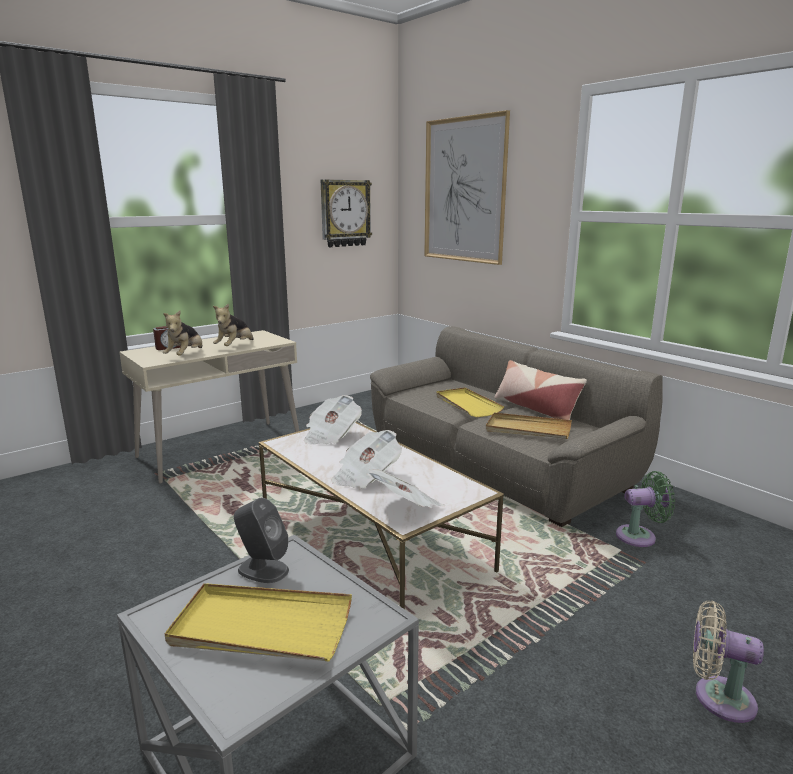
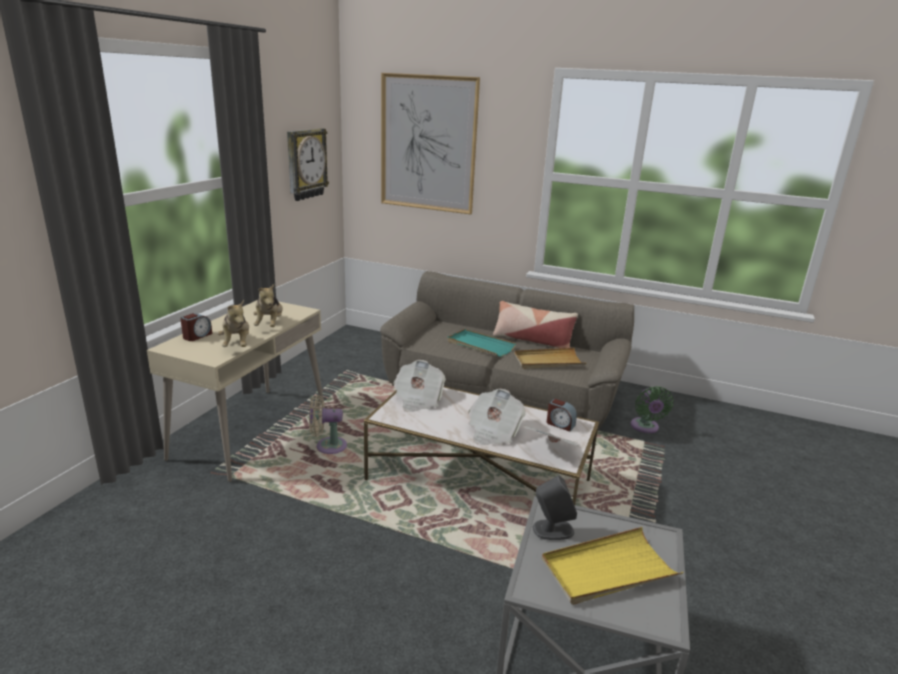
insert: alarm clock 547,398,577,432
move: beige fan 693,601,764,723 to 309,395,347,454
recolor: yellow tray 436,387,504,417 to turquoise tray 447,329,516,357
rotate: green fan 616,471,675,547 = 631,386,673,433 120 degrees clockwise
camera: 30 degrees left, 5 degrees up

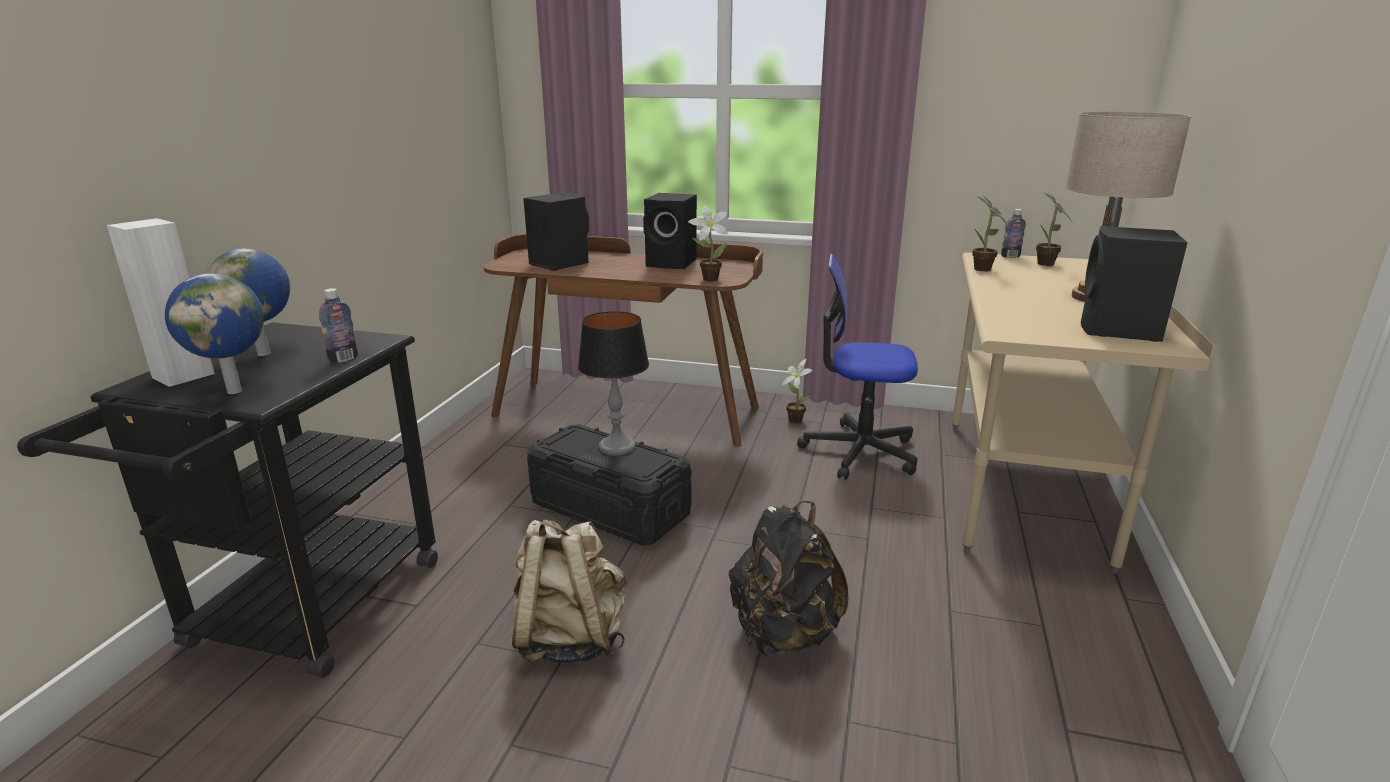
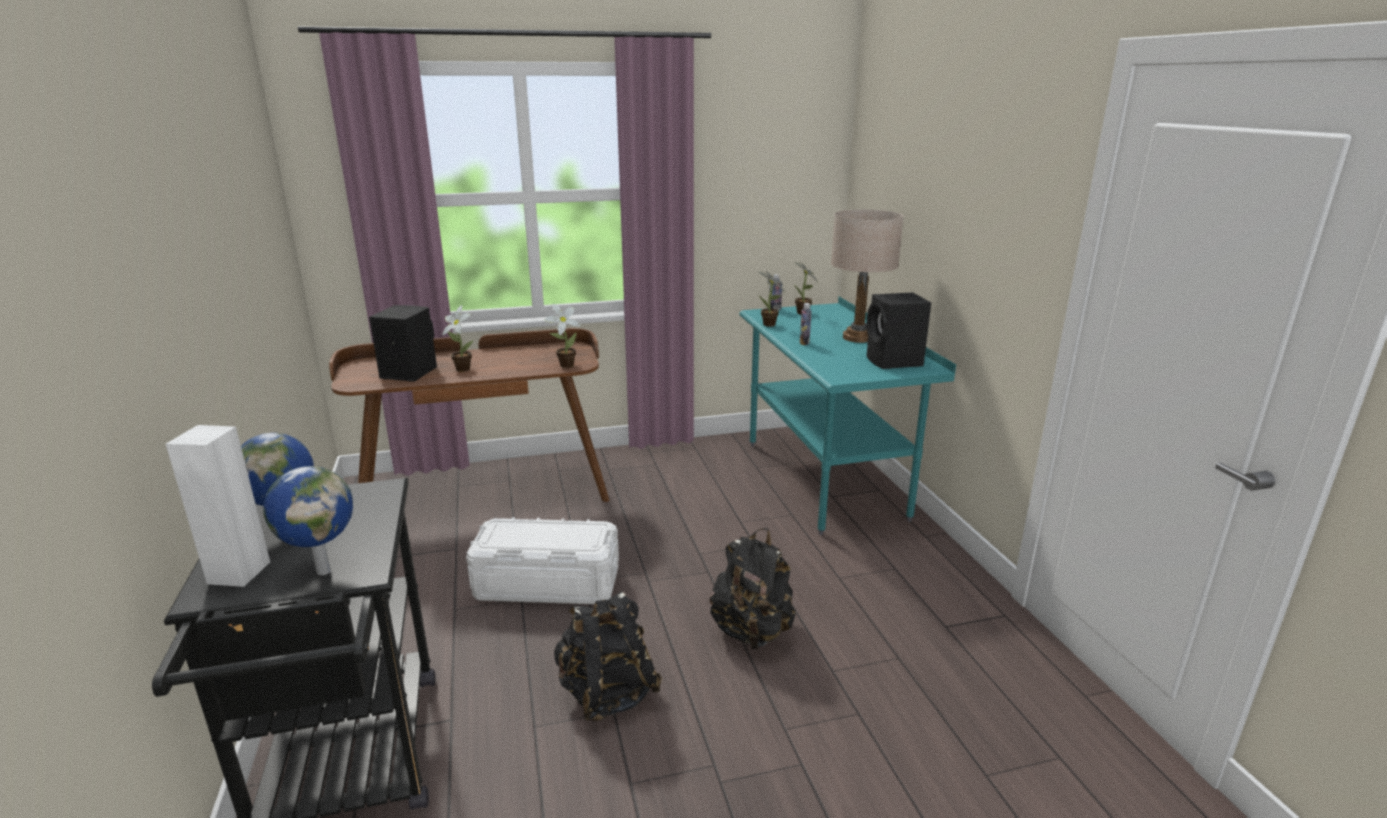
delete: black speaker 643,193,697,269; office chair 797,254,918,480; table lamp 578,311,649,456
move: bottle 319,288,358,363 to 800,303,811,345; potted plant 782,359,813,424 to 442,305,474,372
recolor: beige desk 952,252,1214,574 to turquoise desk 739,297,956,535; black storage box 527,424,691,546 to white storage box 466,517,619,604; beige backpack 512,519,626,664 to black backpack 554,592,662,721
camera: 30 degrees left, 0 degrees up

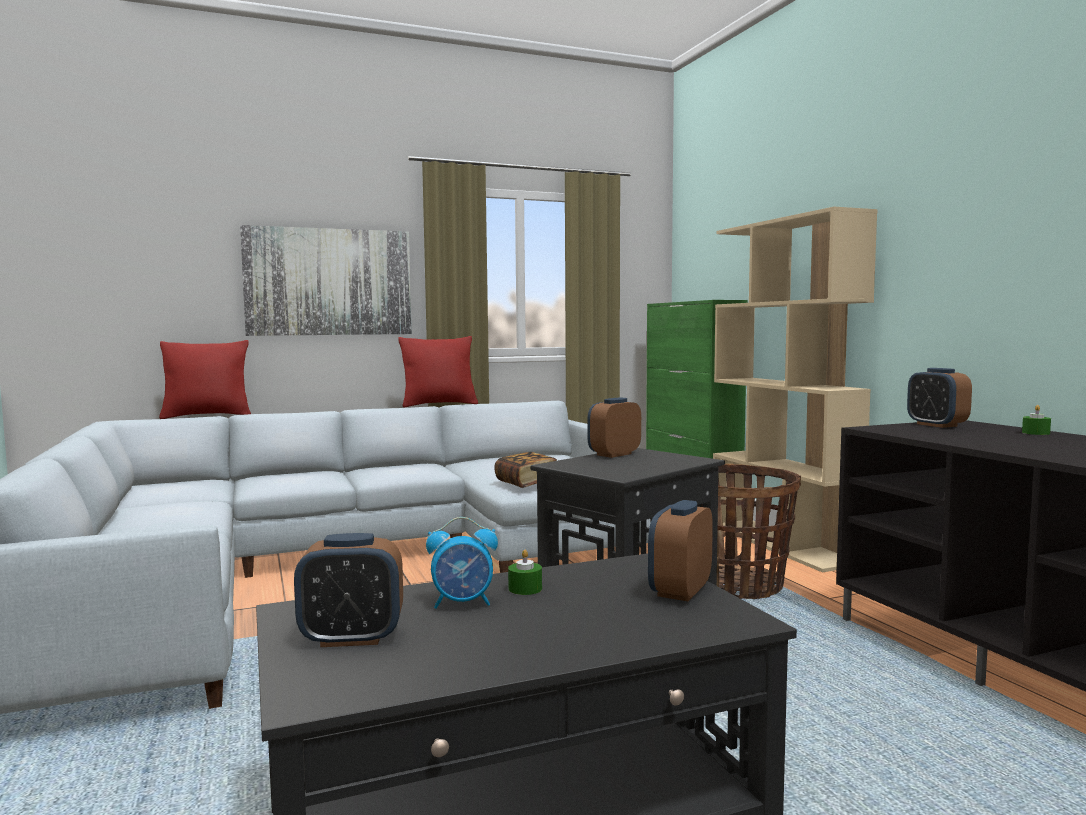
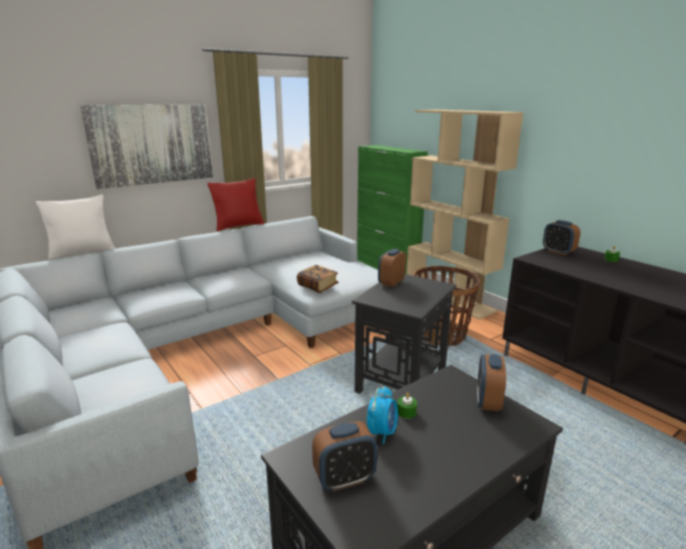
recolor: red pillow 159,340,251,419 to white pillow 36,195,115,260
rotate: alarm clock 426,517,498,609 = 367,386,398,444 45 degrees counterclockwise
camera: 15 degrees left, 15 degrees up

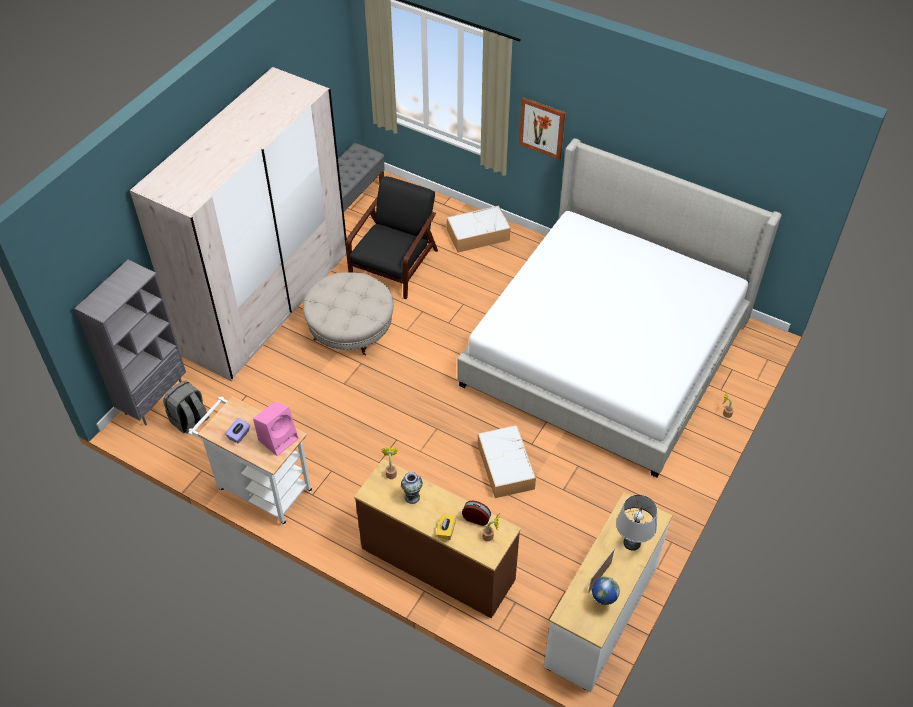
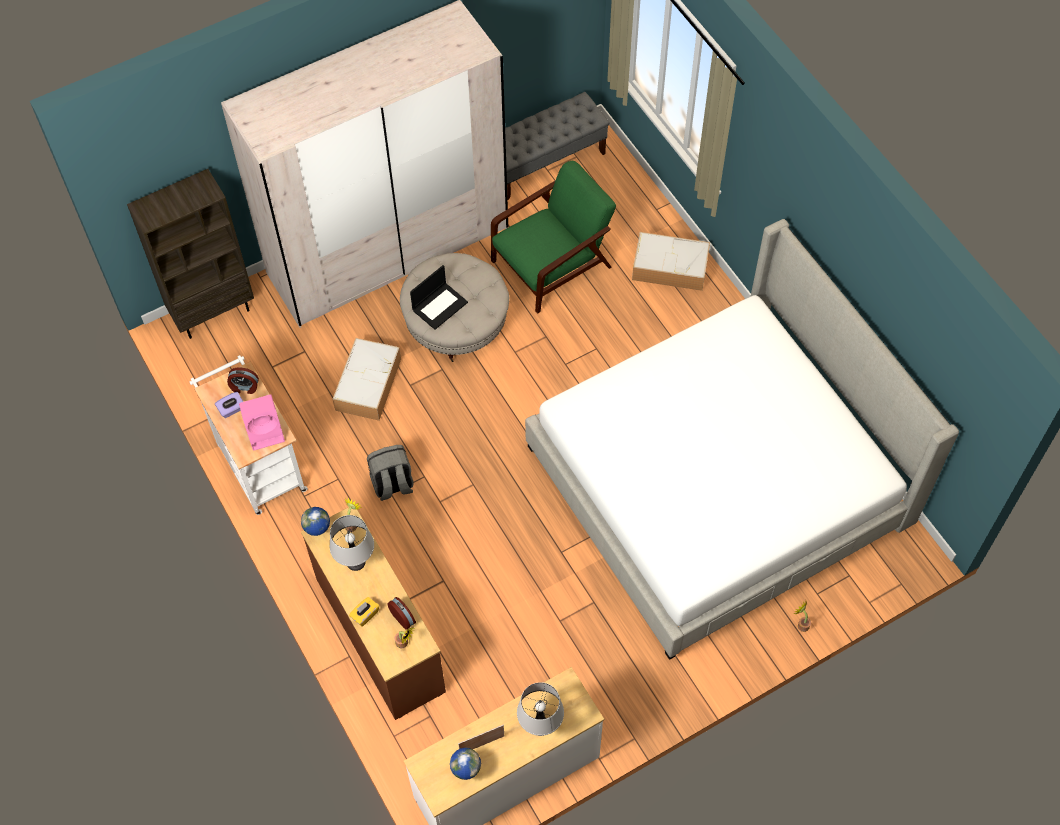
delete: picture 519,97,566,160
insert: laptop 410,265,468,330; alarm clock 227,367,259,394; globe 301,507,330,536
move: grey backpack 163,380,210,434 to 367,445,414,501; storage box 478,425,536,498 to 333,338,401,421
replace: vase 401,472,423,504 to grey table lamp 330,515,374,571
recolor: black armchair 345,176,438,299 to green armchair 491,161,616,314; grey bookcase 74,260,186,426 to brown bookcase 127,169,254,339
camera: 30 degrees right, 10 degrees up

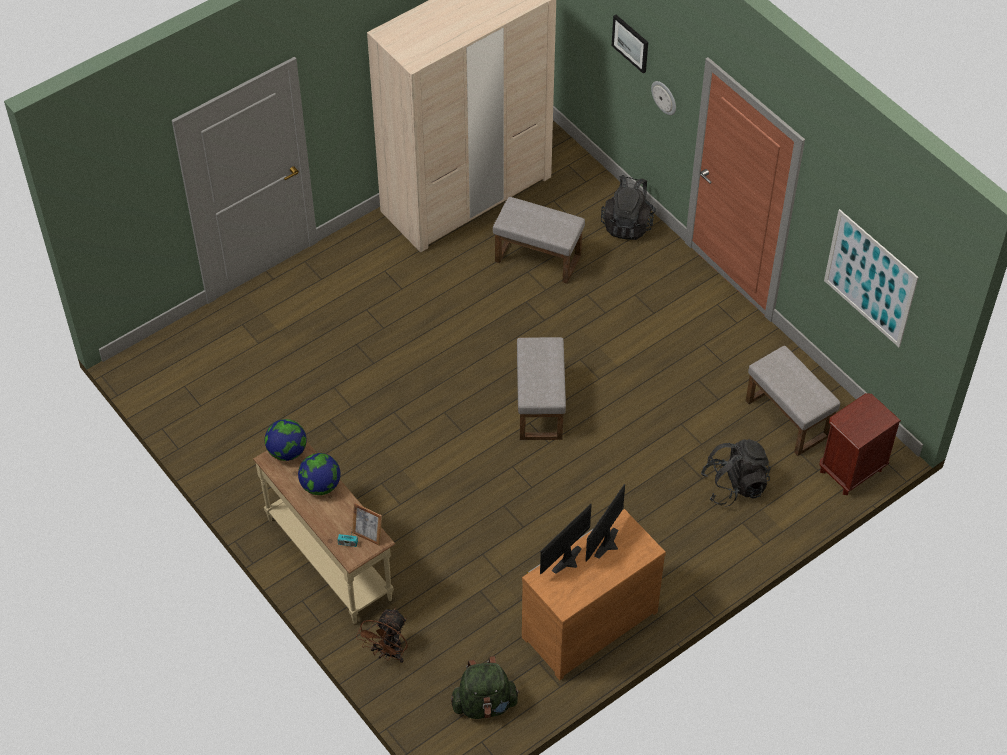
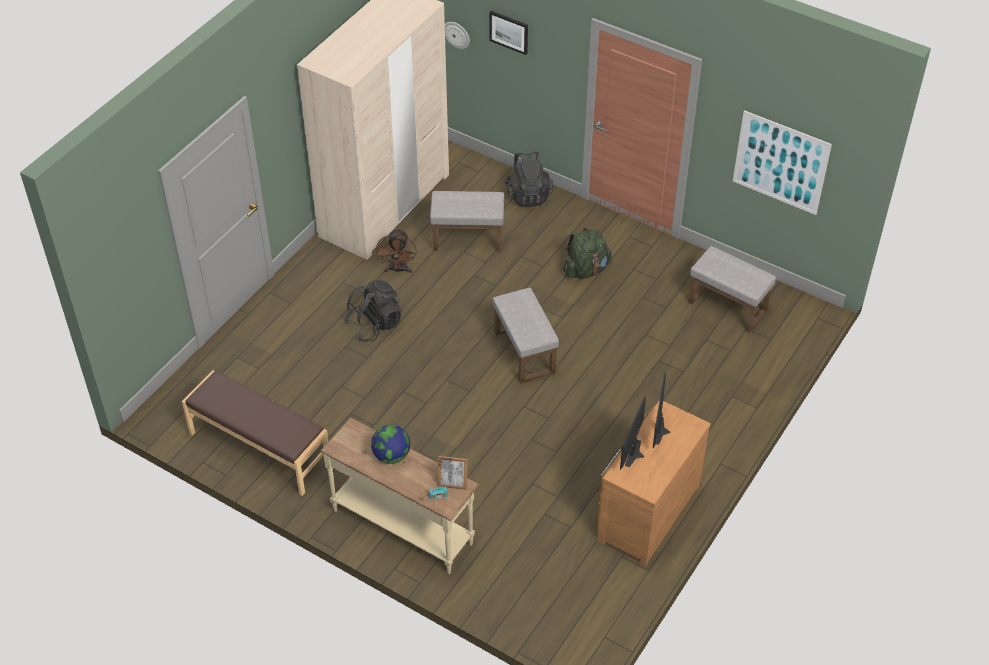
delete: brown nightstand 819,393,901,495; globe 265,419,307,461
insert: brown bench 182,370,329,496
move: wall clock 651,81,676,115 to 445,22,470,49; black backpack 701,439,771,507 to 345,279,402,341; brown fan 356,608,408,663 to 376,228,417,273; green backpack 451,656,520,719 to 563,227,611,279
camera: 20 degrees left, 5 degrees down

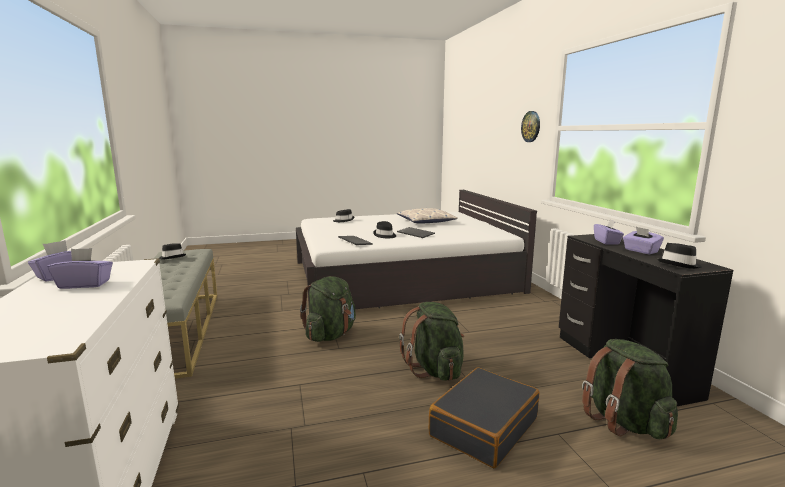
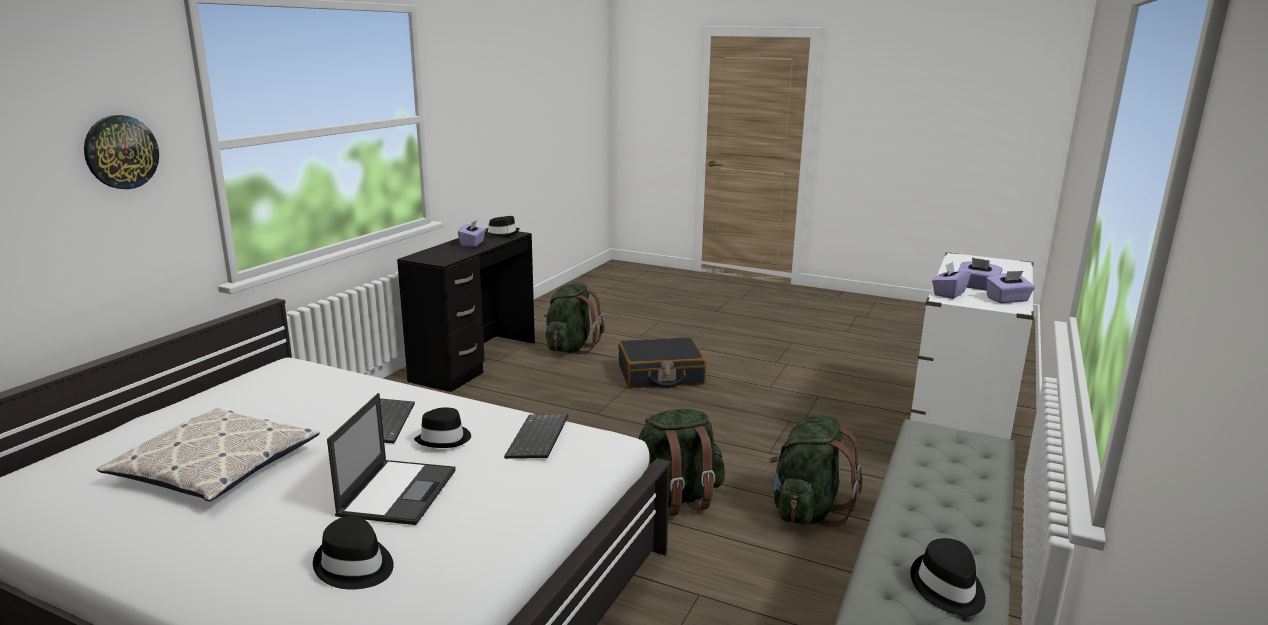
insert: laptop 327,393,456,525
move: purple tissue box 594,219,624,244 to 932,262,971,299; green backpack 399,302,464,381 to 769,415,862,527
camera: 140 degrees left, 5 degrees up

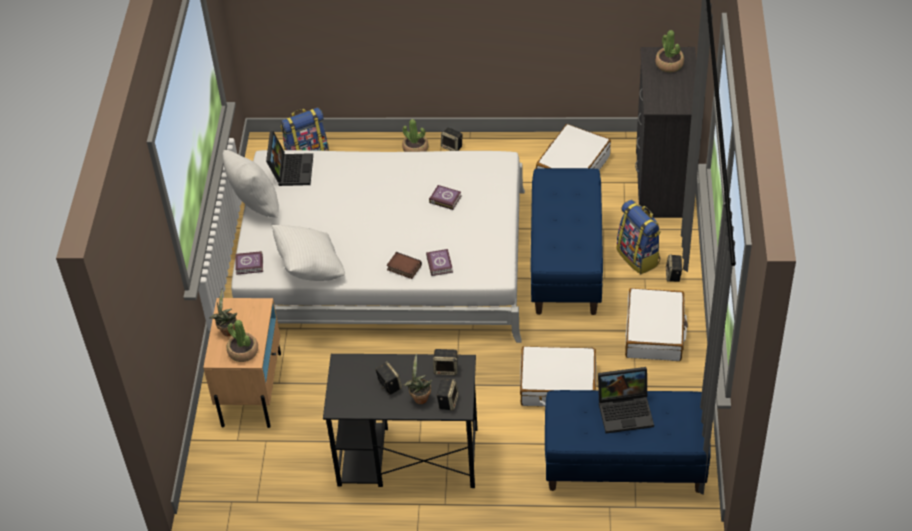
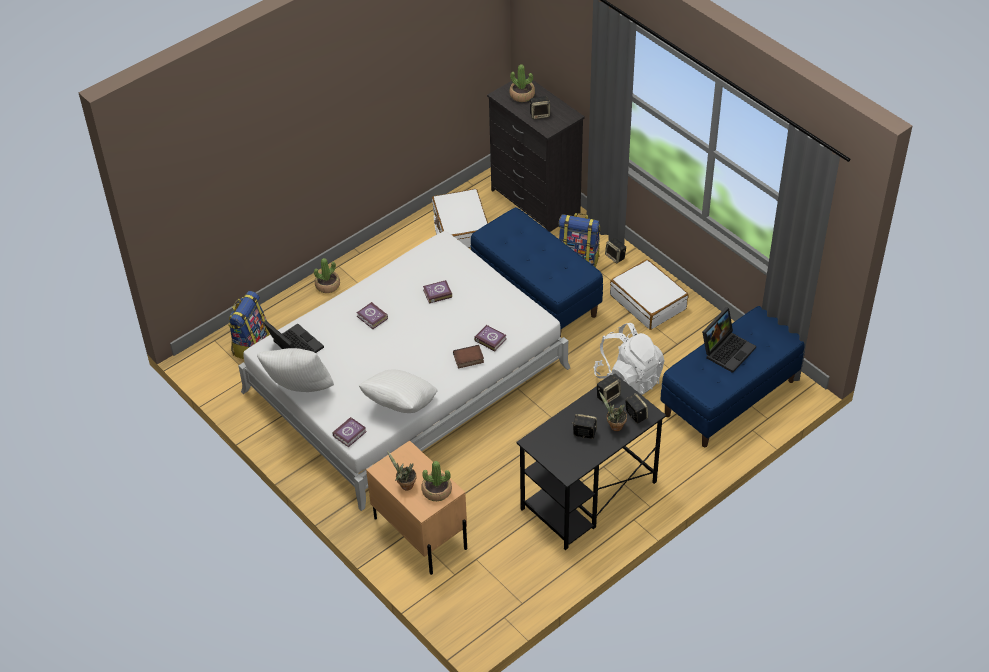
insert: book 356,302,388,329
move: speaker 441,128,463,151 to 529,96,550,119
replace: white suitcase 520,346,596,407 to white backpack 594,323,665,395
camera: 45 degrees left, 0 degrees up

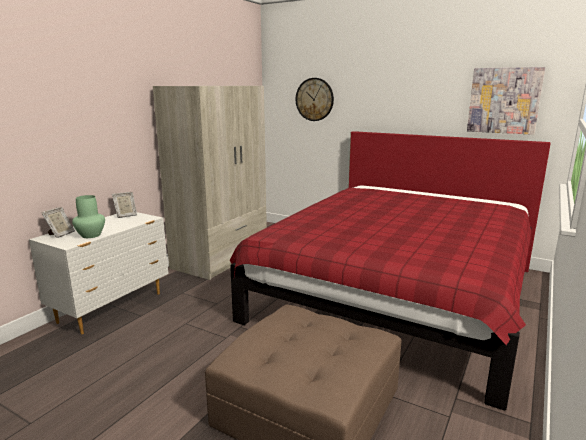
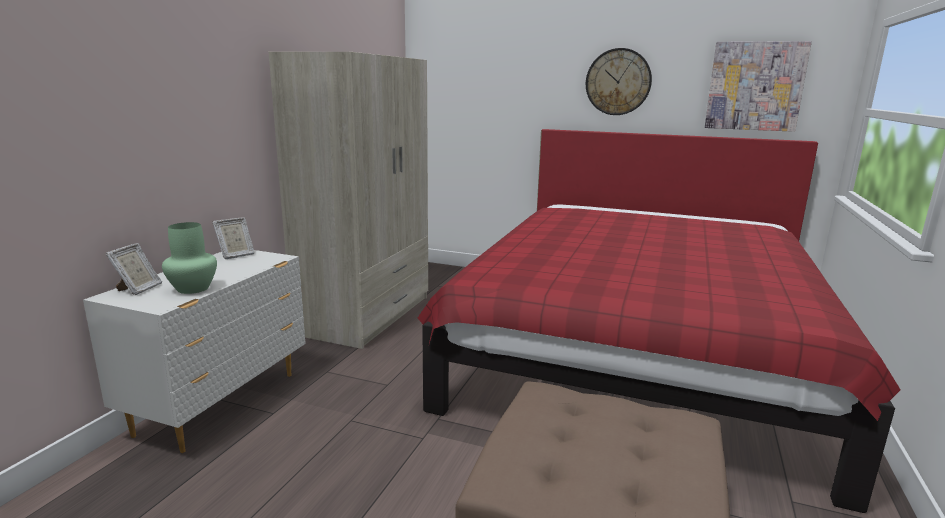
move: wall clock 296,78,334,121 to 586,48,652,115
camera: 10 degrees left, 0 degrees up

